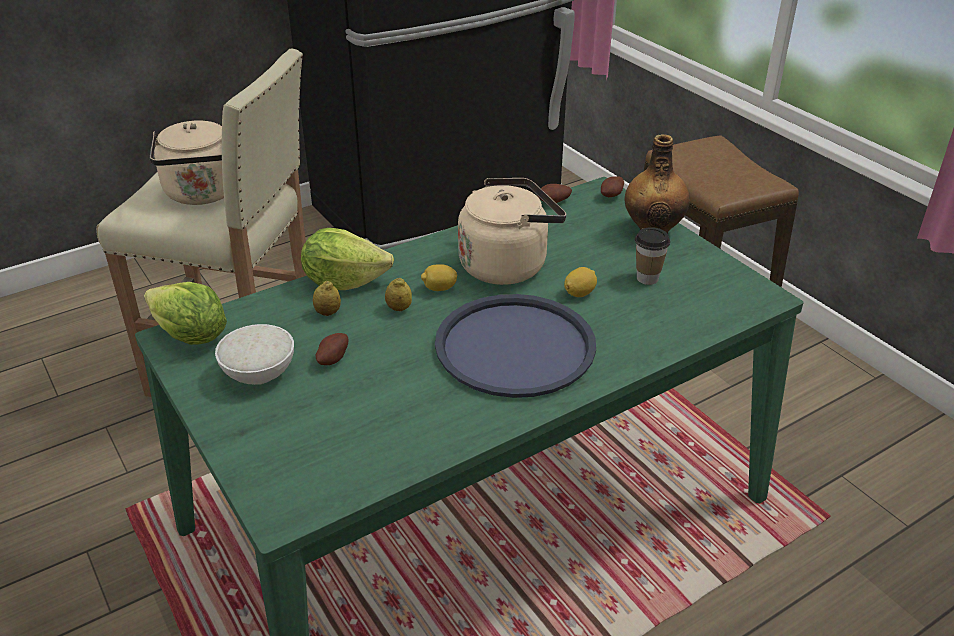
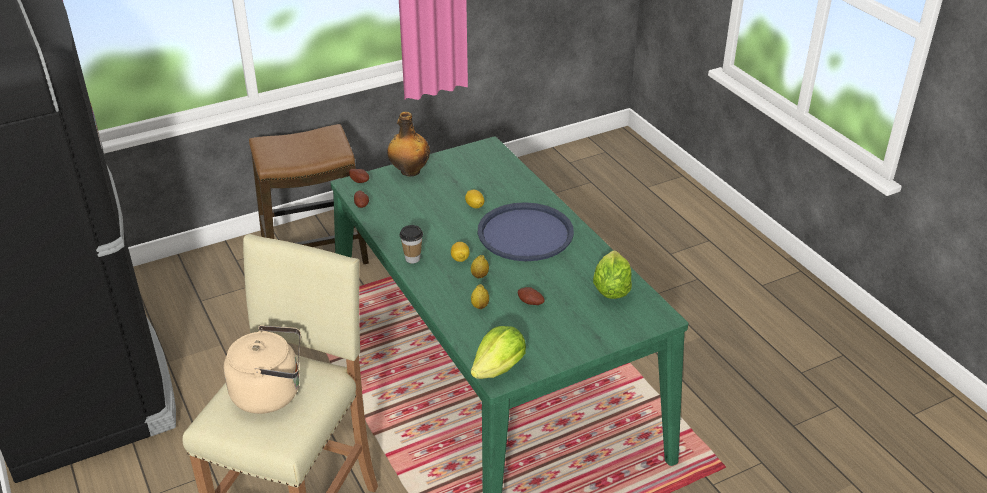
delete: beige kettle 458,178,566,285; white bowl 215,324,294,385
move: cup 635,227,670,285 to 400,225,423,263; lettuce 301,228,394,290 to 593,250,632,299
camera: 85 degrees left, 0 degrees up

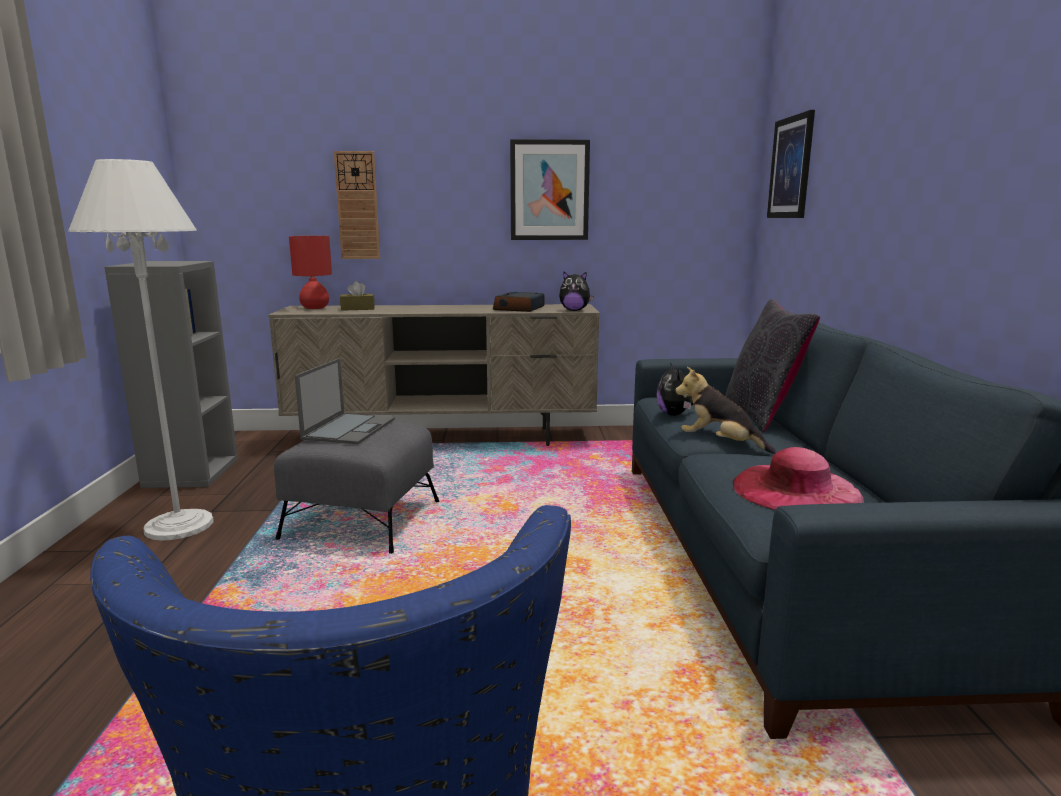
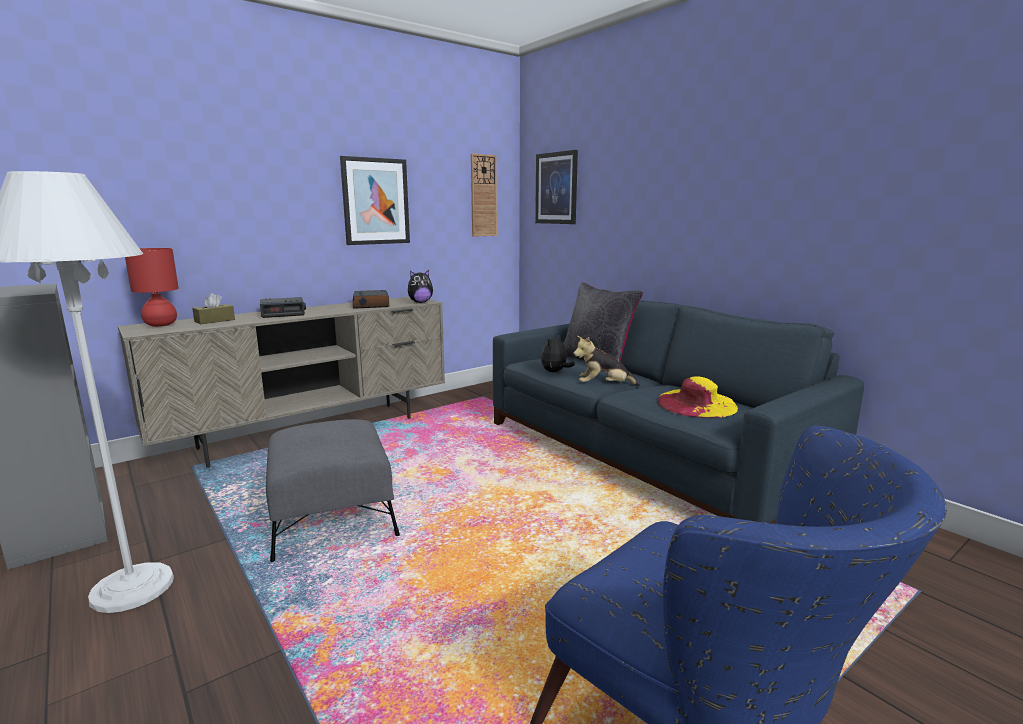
delete: laptop 295,358,395,444
insert: alarm clock 260,297,306,318
move: wall clock 334,151,380,259 to 471,154,497,237
recolor: pink hat 733,447,864,511 to yellow hat 657,376,738,418
rotate: plush toy 657,362,694,416 = 541,334,575,372 75 degrees clockwise
camera: 35 degrees left, 0 degrees up

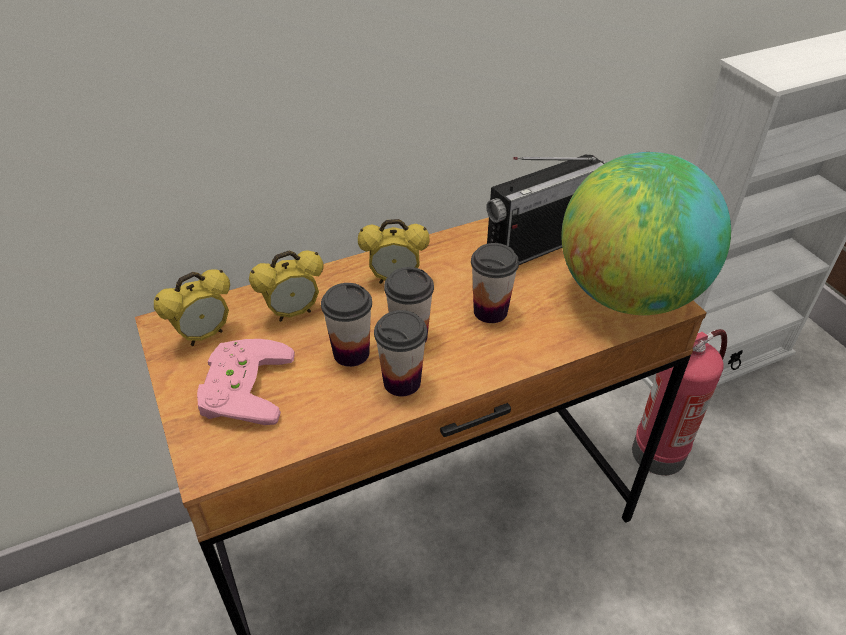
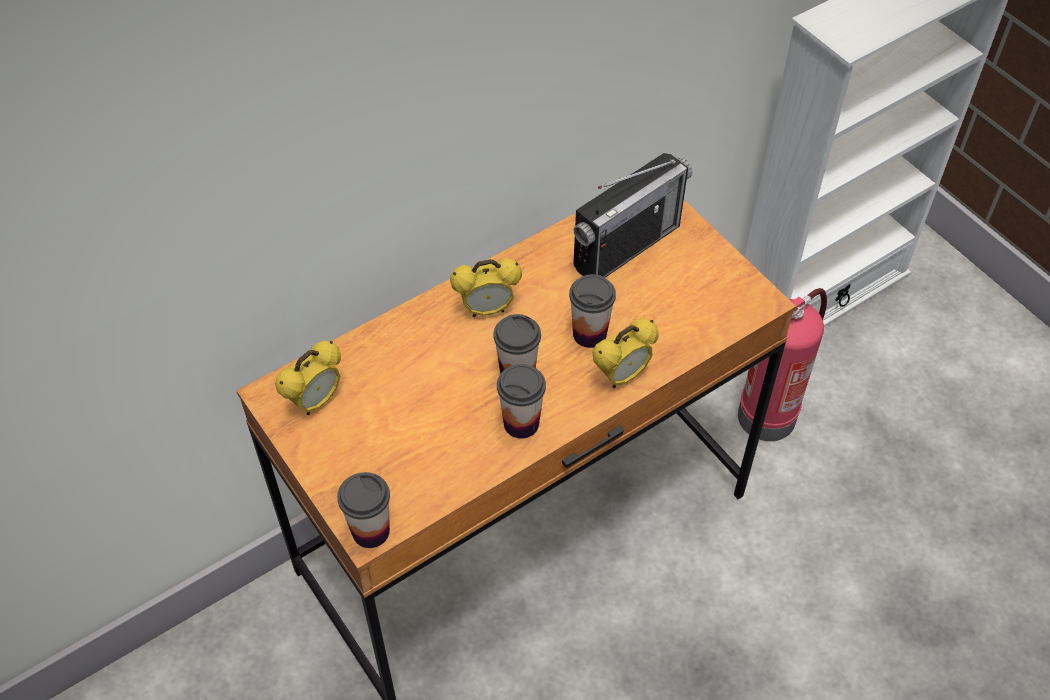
delete: globe 561,152,731,315; pink game controller 197,339,295,425
move: alarm clock 249,250,324,322 to 592,318,659,388; cup 321,283,372,367 to 337,472,390,548
camera: 10 degrees left, 10 degrees up

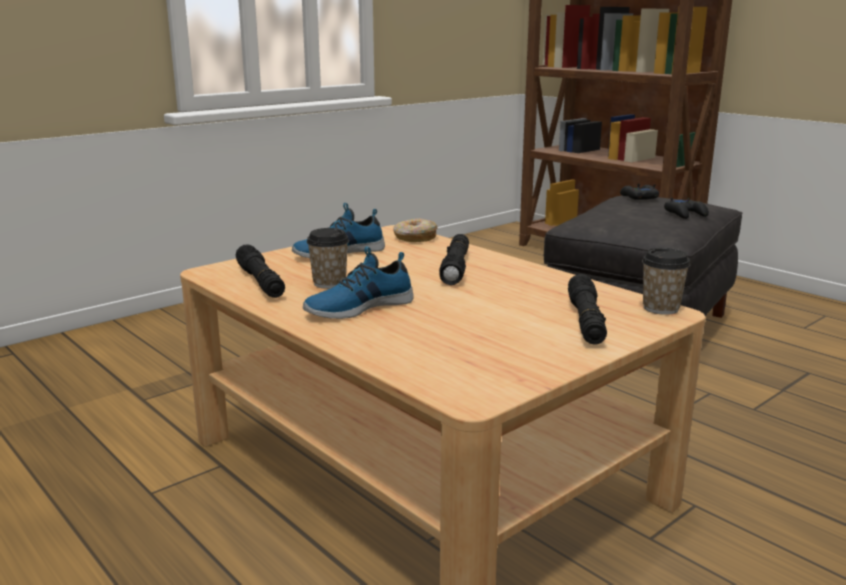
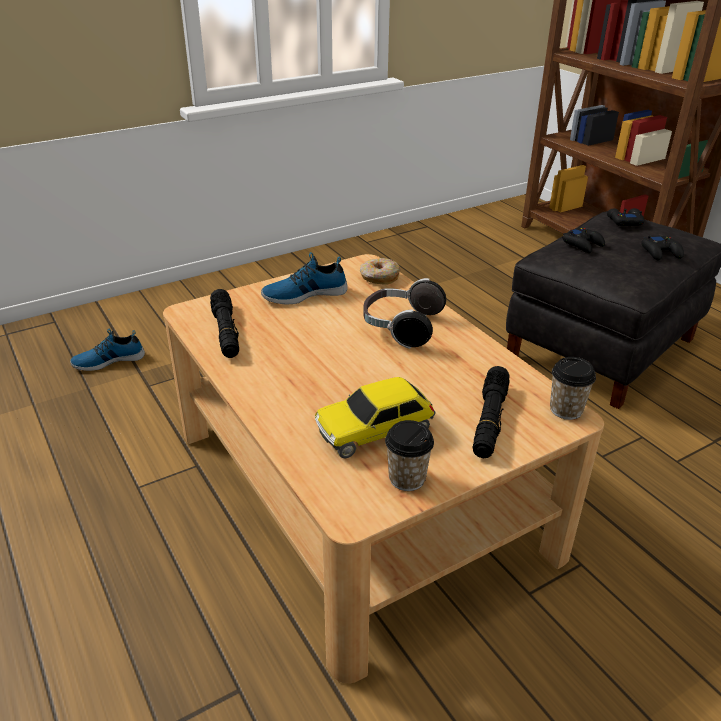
insert: black game controller 562,228,605,253; toy car 315,377,436,458
move: cup 307,228,349,289 to 385,420,434,491; shoe 303,246,413,319 to 70,329,145,371
replace: black flashlight 439,234,469,285 to headphones 363,278,446,349
camera: 10 degrees right, 15 degrees up

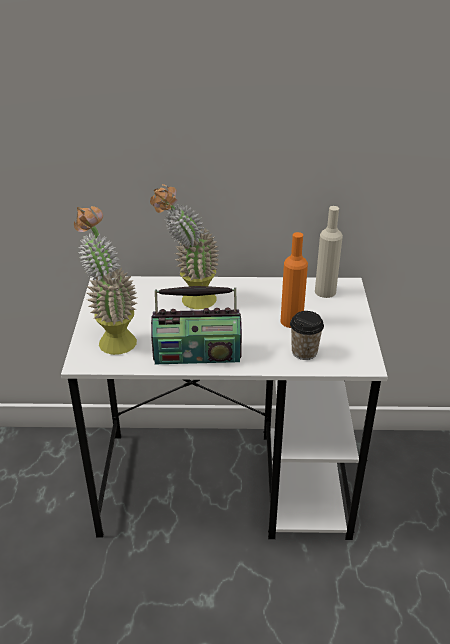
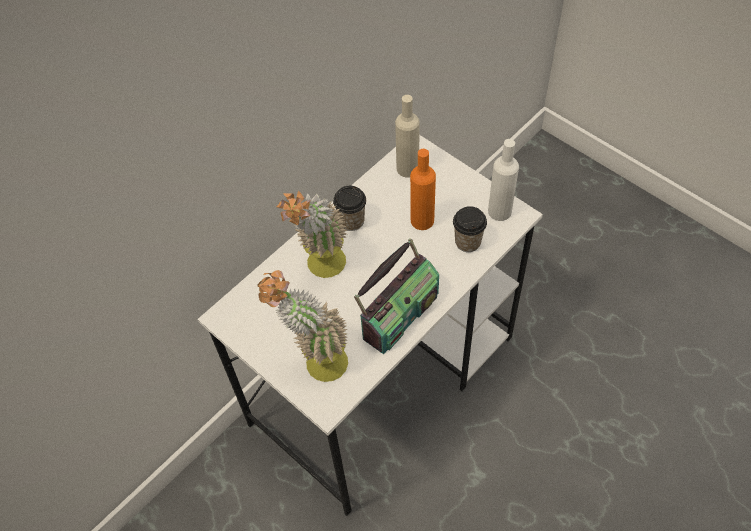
insert: white bottle 488,139,519,221; cup 333,186,366,231
camera: 45 degrees left, 20 degrees up

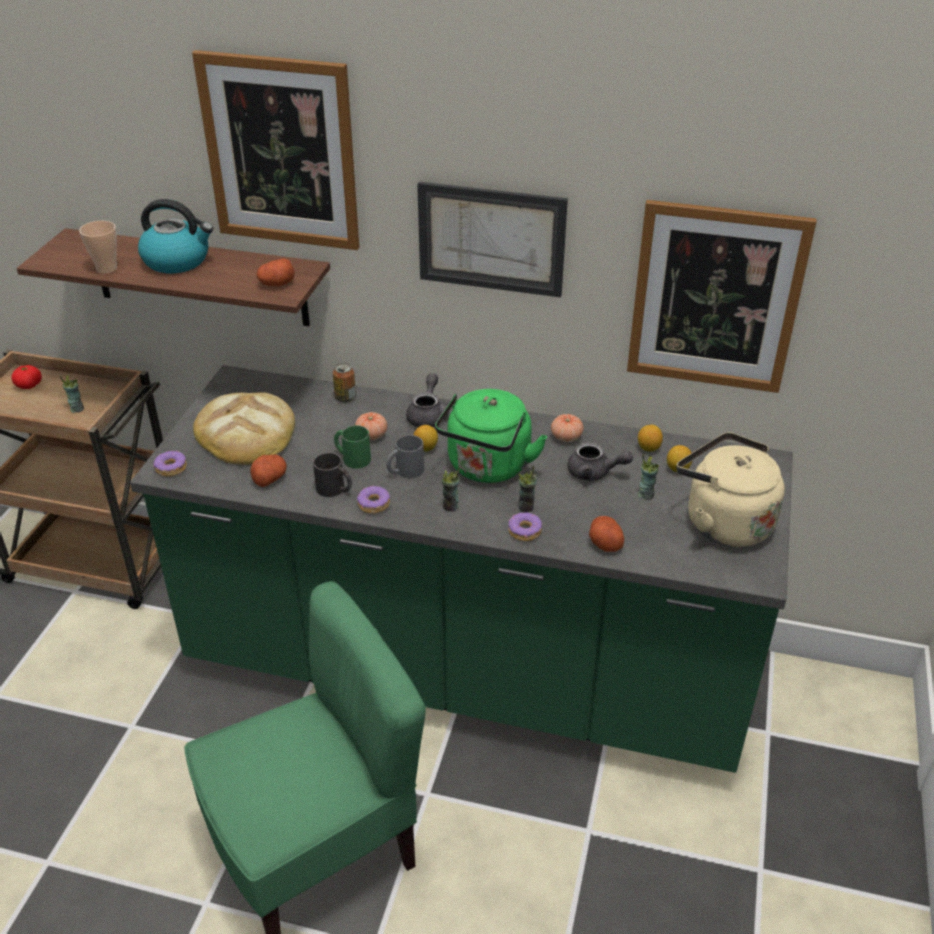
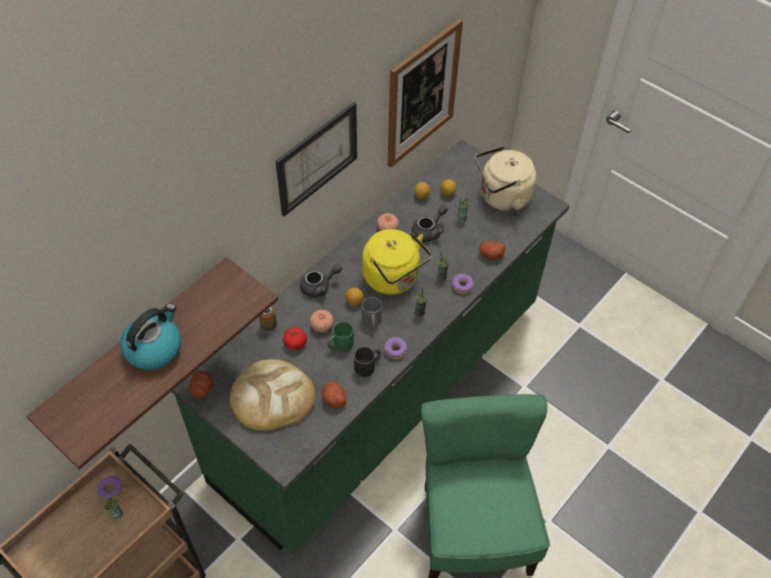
delete: picture 192,50,359,250; cup 79,221,117,274
move: potato 256,258,294,286 to 190,371,213,398; tomato 11,365,42,389 to 283,327,307,350; donut 153,451,187,477 to 97,476,123,501
recolor: green kettle 435,389,547,483 to yellow kettle 362,229,432,295
rotate: grey teapot 406,373,453,427 = 300,264,342,297 120 degrees clockwise
camera: 65 degrees left, 15 degrees up

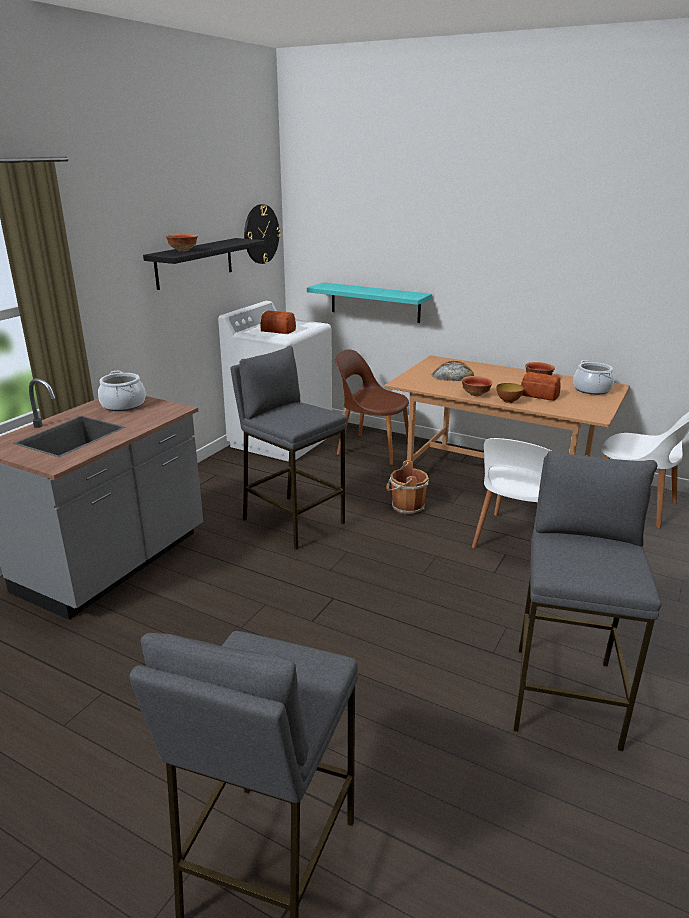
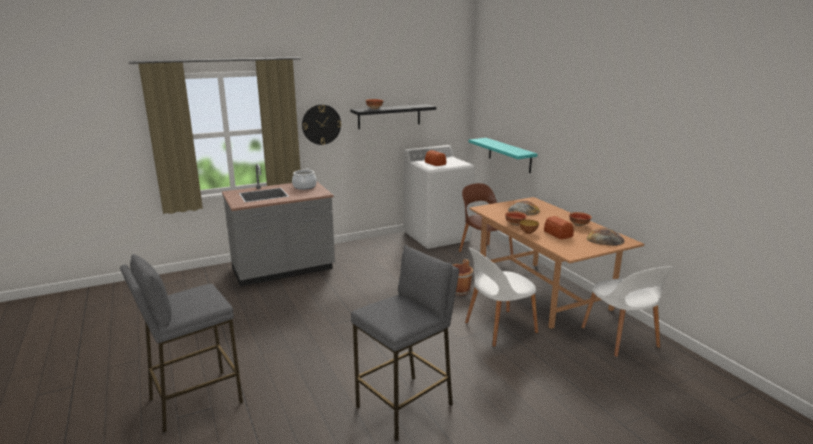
delete: grey stool 230,346,347,550
move: wall clock 244,204,281,264 to 302,104,341,145
replace: cooking pot 573,360,614,395 to bread 587,228,625,246
camera: 35 degrees right, 5 degrees down

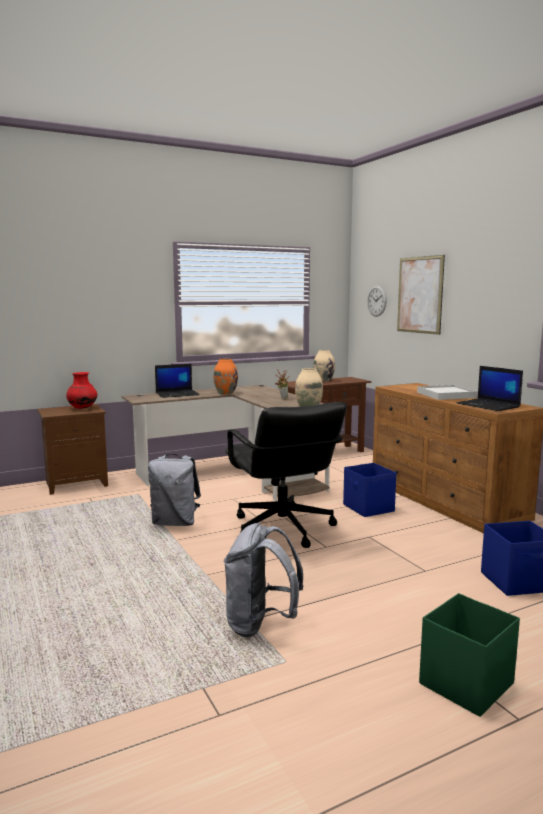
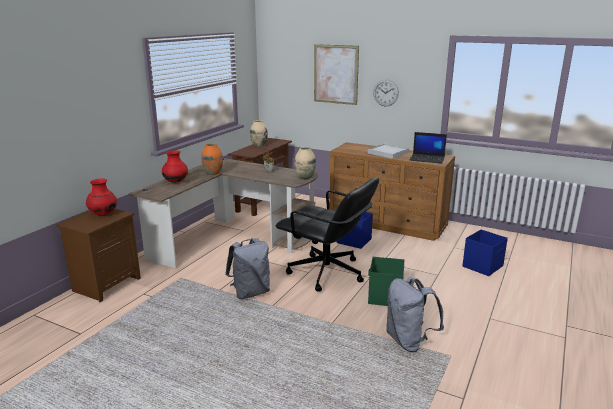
move: wall clock 367,286,387,317 to 373,79,399,106; green storage box 419,593,520,717 to 368,257,404,306
replace: laptop 155,364,200,398 to red vase 162,151,188,183
camera: 35 degrees left, 10 degrees up

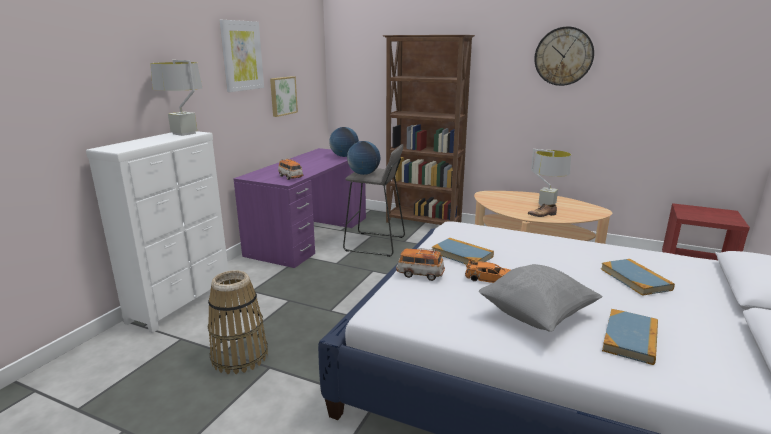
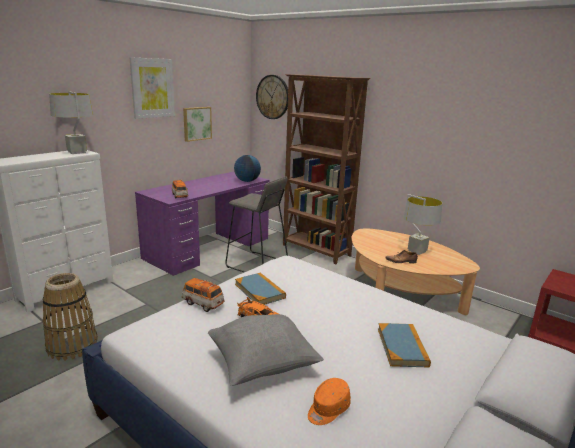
delete: globe 347,141,380,175
move: wall clock 534,26,594,86 to 256,75,288,119
replace: book 602,309,658,365 to orange cap 308,378,351,425
camera: 15 degrees right, 0 degrees up

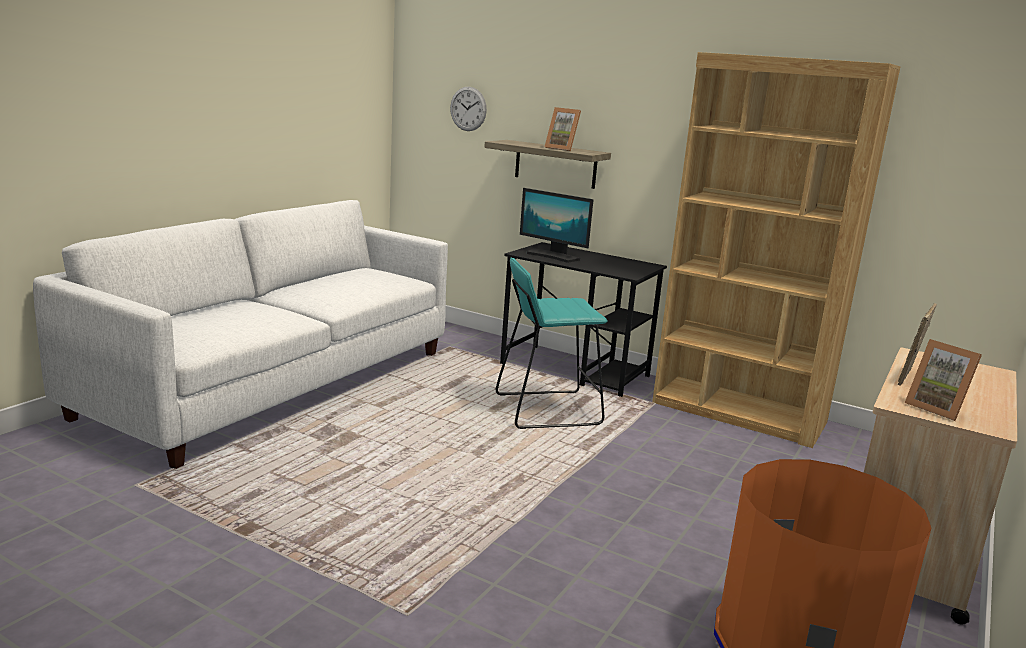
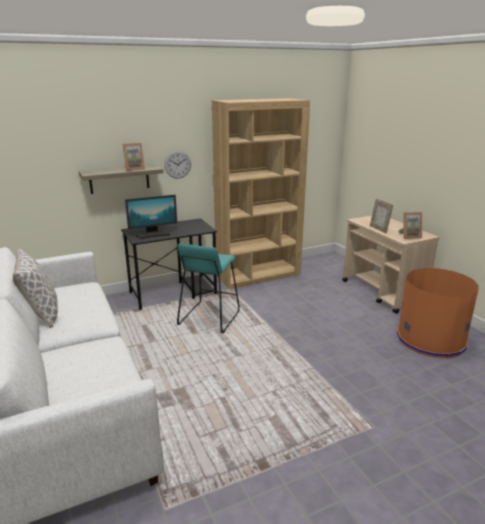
insert: pillow 13,249,58,328
move: wall clock 450,87,487,131 to 164,151,191,179
camera: 55 degrees left, 5 degrees up

